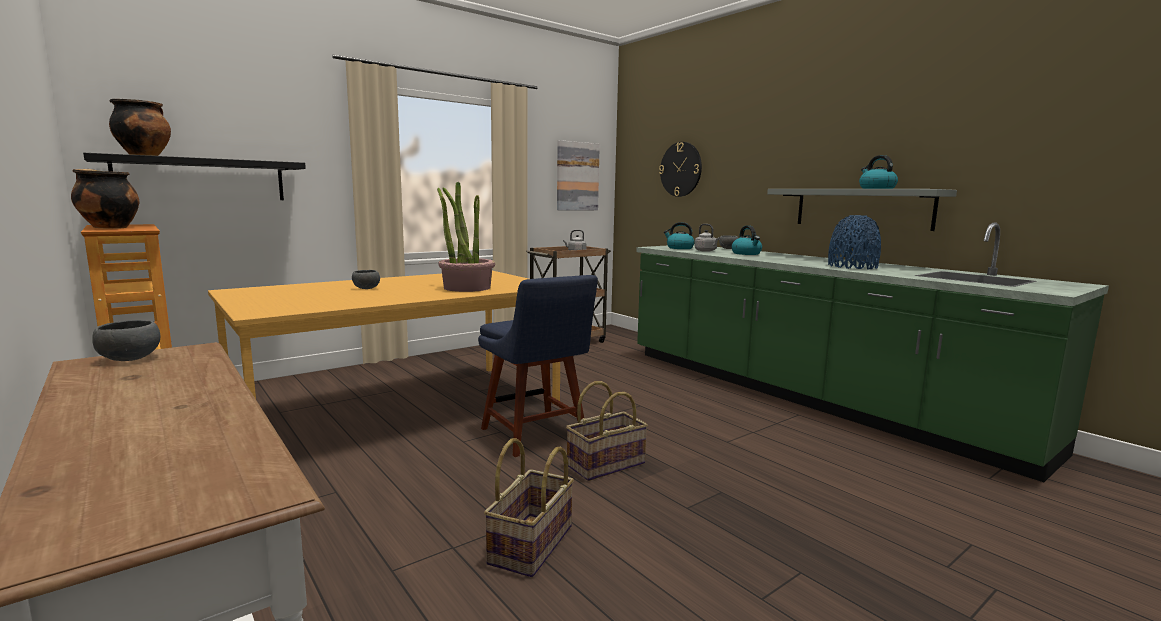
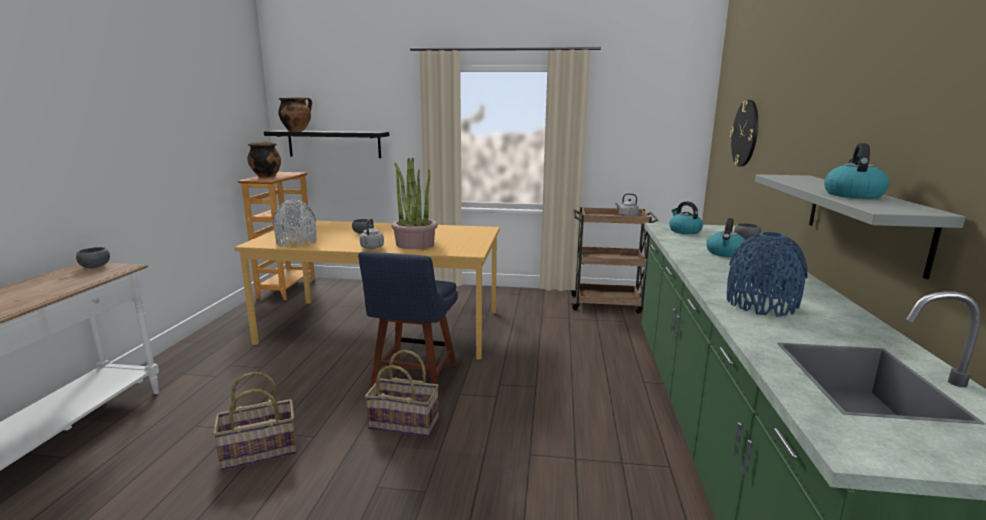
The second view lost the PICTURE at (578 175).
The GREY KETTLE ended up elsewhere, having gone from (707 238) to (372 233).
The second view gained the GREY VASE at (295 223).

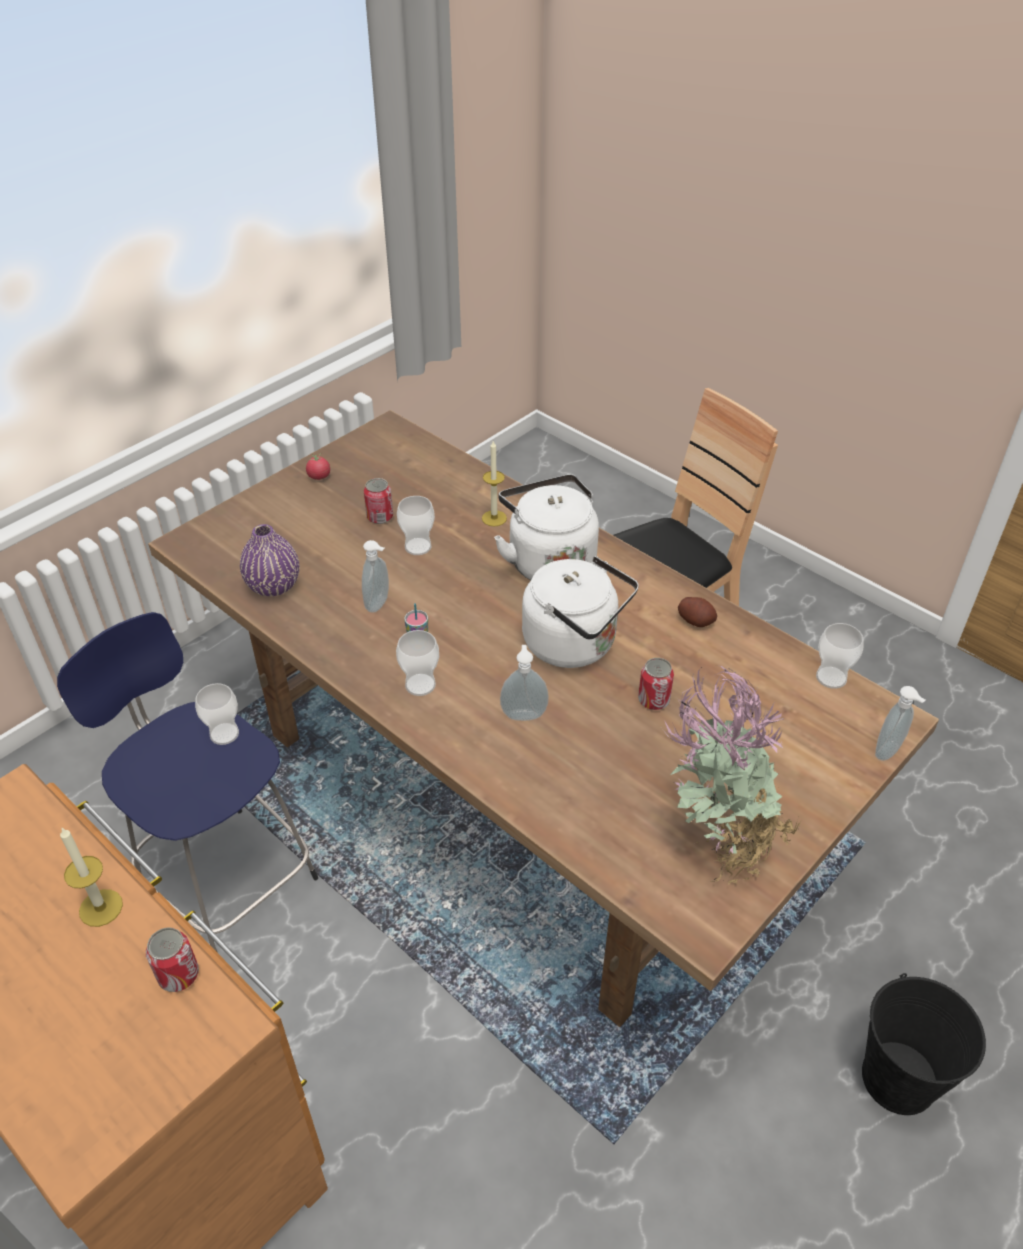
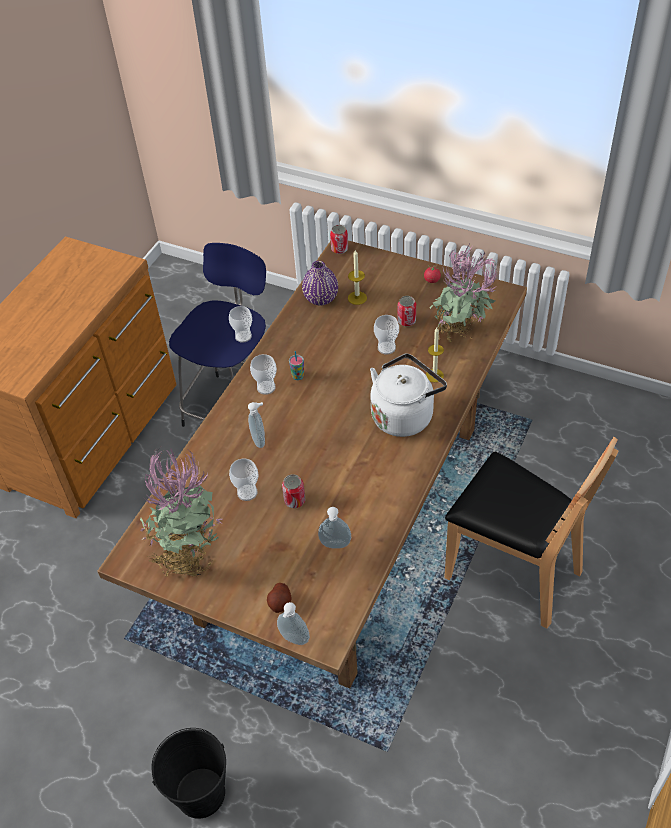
The SOAP DISPENSER ended up elsewhere, having gone from (375 576) to (334 528).
The second view lost the WHITE KETTLE at (580 612).
The POTATO ended up elsewhere, having gone from (697 612) to (279 598).
The CUP ended up elsewhere, having gone from (840 656) to (243 479).
The CANDLE ended up elsewhere, having gone from (91 877) to (357 277).
The CAN ended up elsewhere, having gone from (172 959) to (339 239).
The second view gained the POTTED PLANT at (464 293).

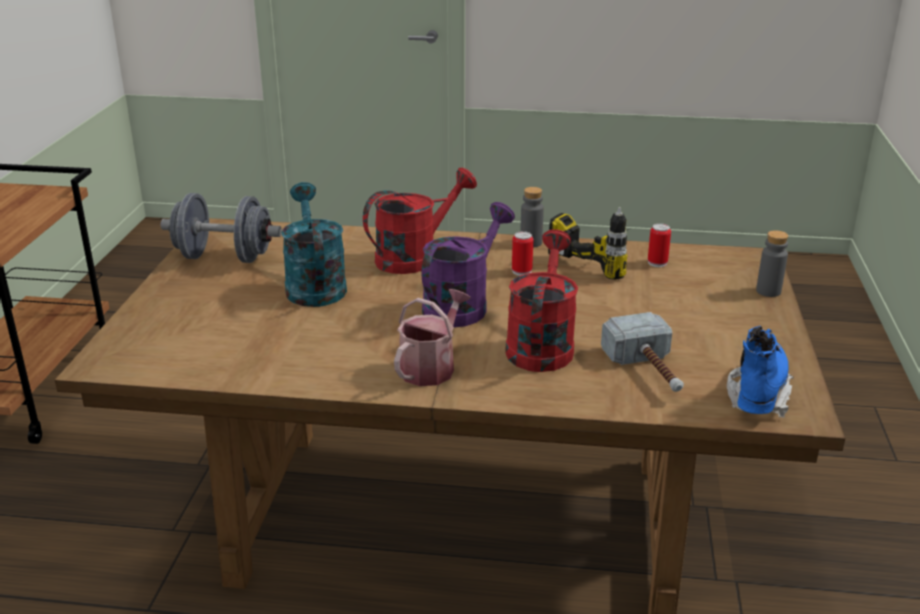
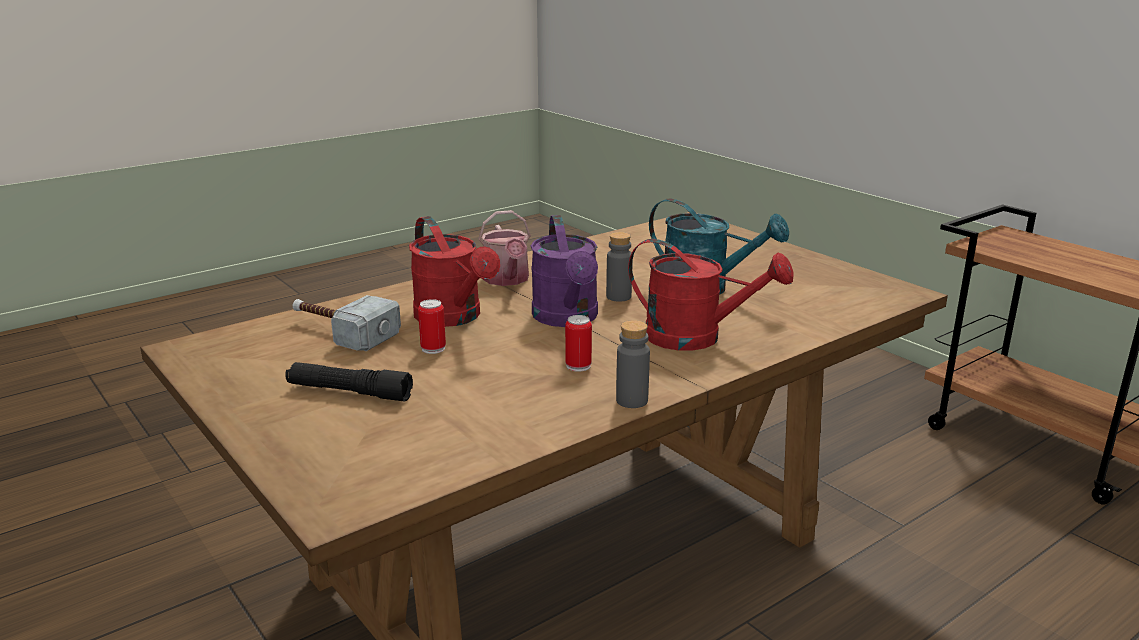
The RED WATERING CAN at (420 221) ended up facing another way, 75 degrees counterclockwise from before.
The second view lost the GREY DUMBBELL at (221 228).
The second view lost the POWER DRILL at (588 243).
The CAN ended up elsewhere, having gone from (659 245) to (432 326).
The GREY BOTTLE ended up elsewhere, having gone from (772 263) to (619 267).
The second view lost the BLUE BOOT at (760 372).
The second view gained the BLACK FLASHLIGHT at (349 381).

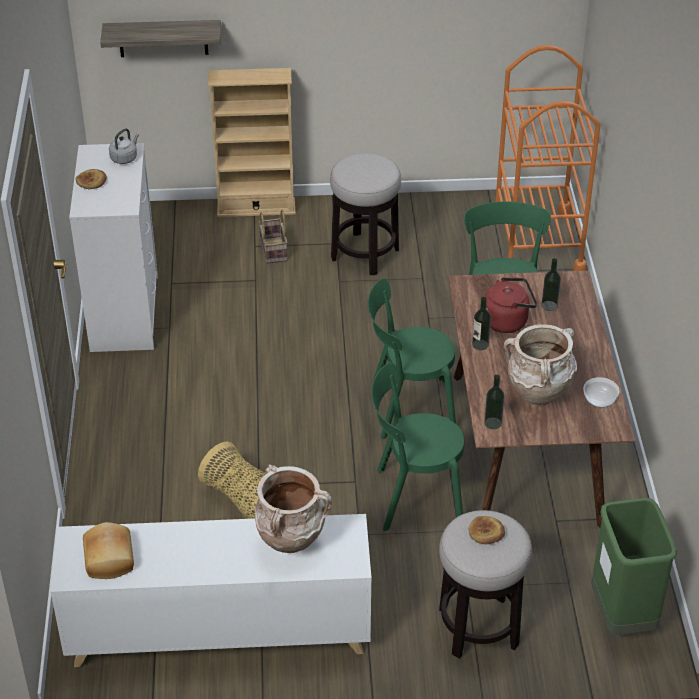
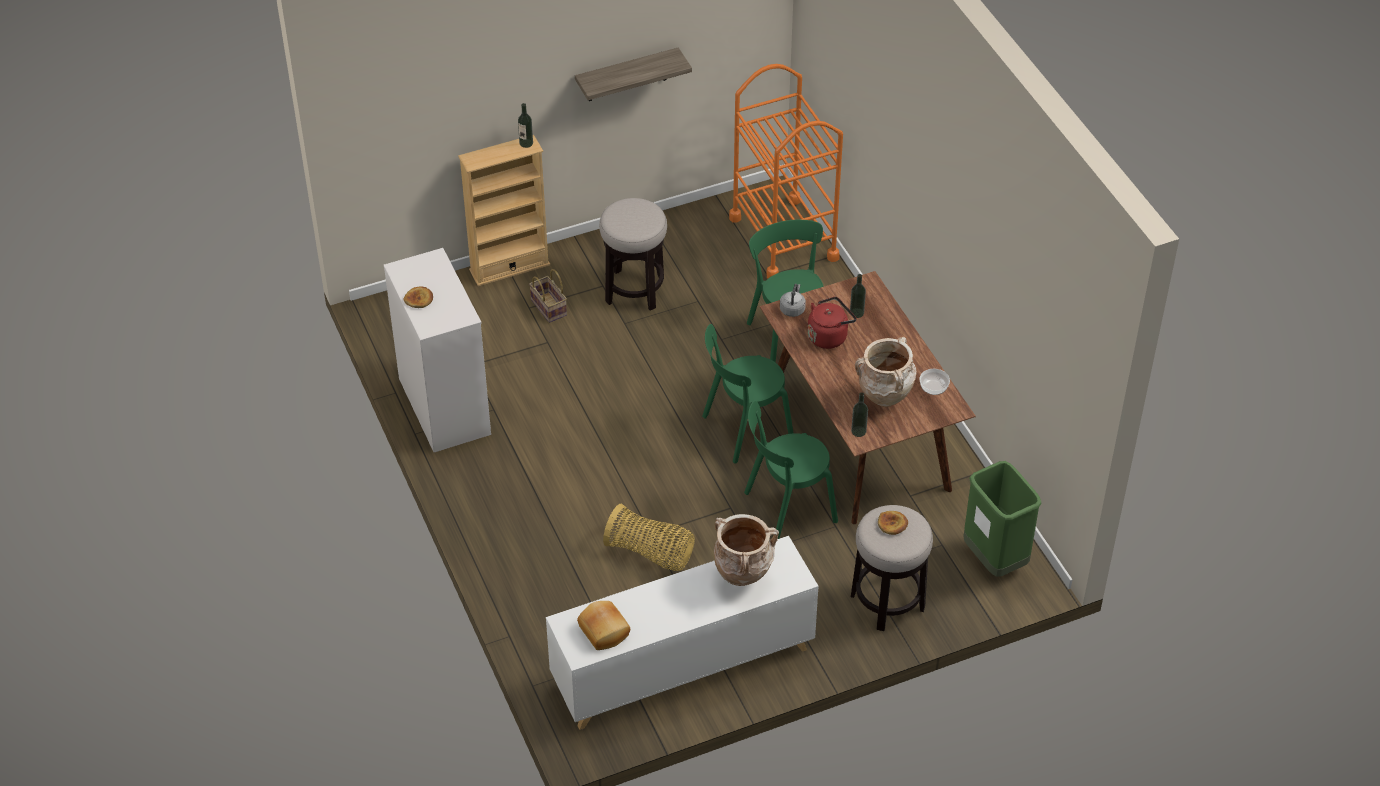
The SHELF ended up elsewhere, having gone from (160 38) to (633 74).
The GREY KETTLE ended up elsewhere, having gone from (124 146) to (793 300).
The BOTTLE ended up elsewhere, having gone from (481 323) to (525 125).

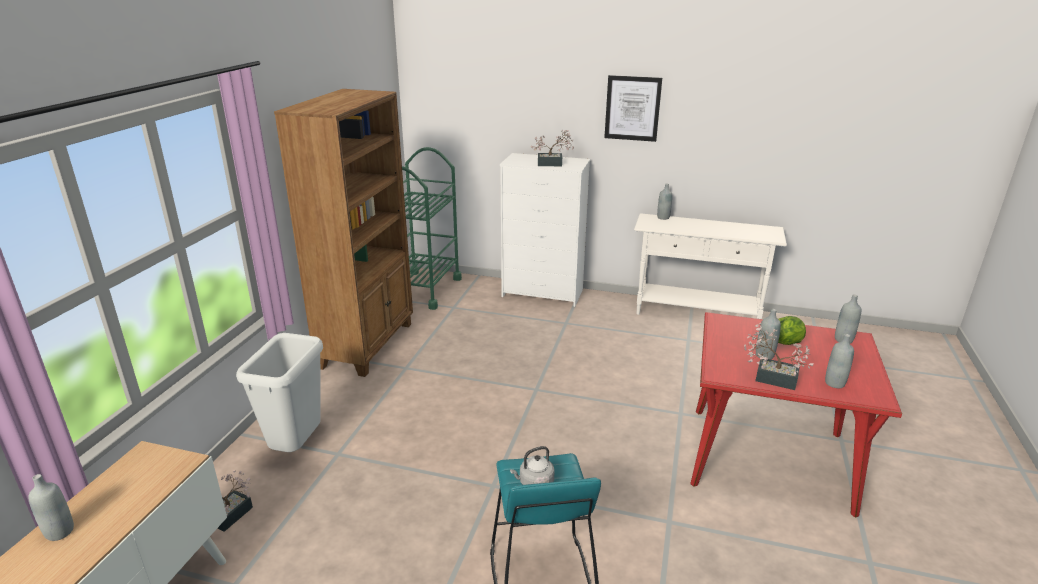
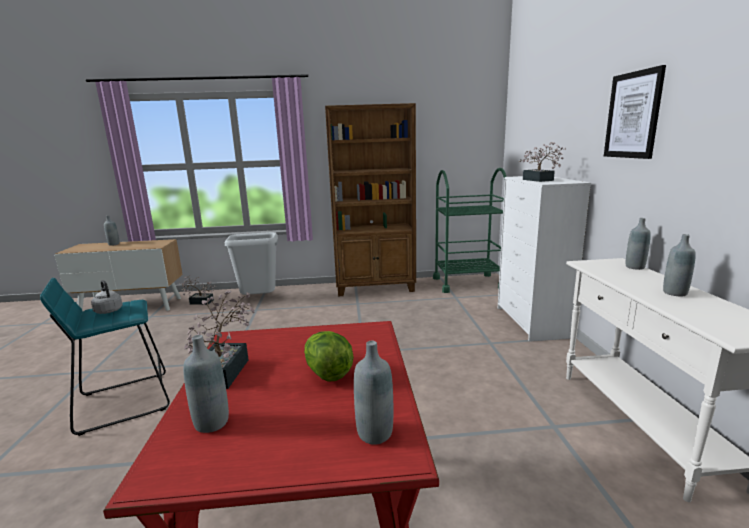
The GREY BOTTLE ended up elsewhere, having gone from (768 334) to (679 265).

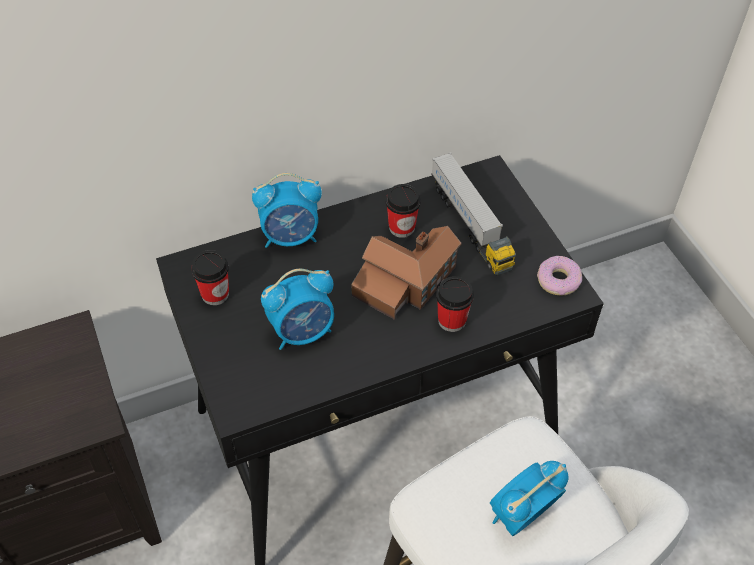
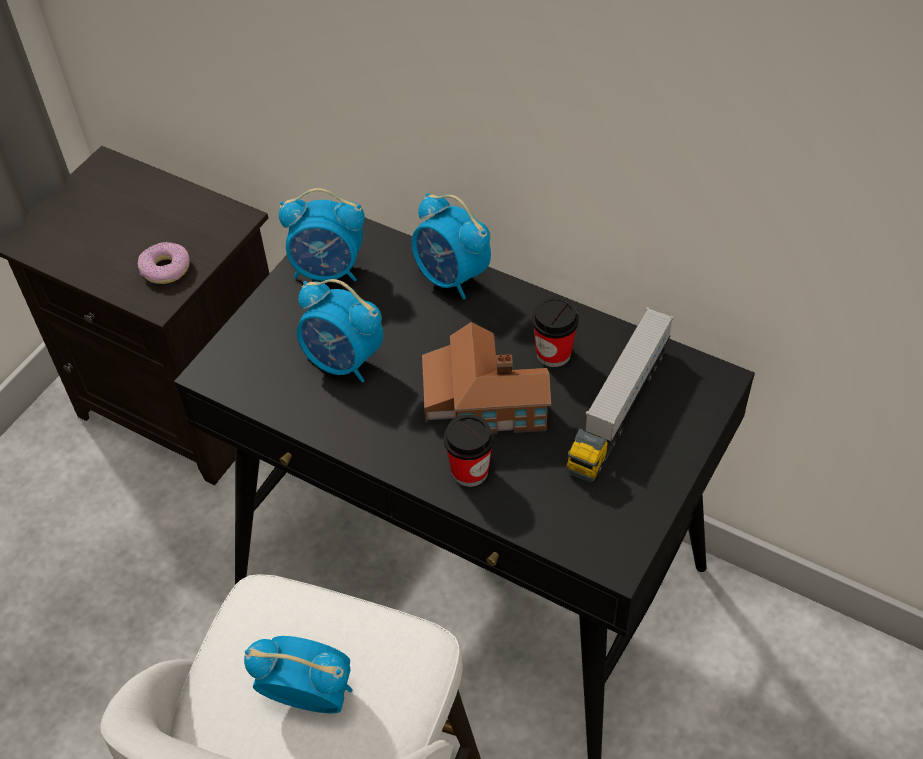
Where the CUP stood at (210 277), the ALARM CLOCK came to stand at (322 234).
The DONUT ended up elsewhere, having gone from (559 276) to (164 263).

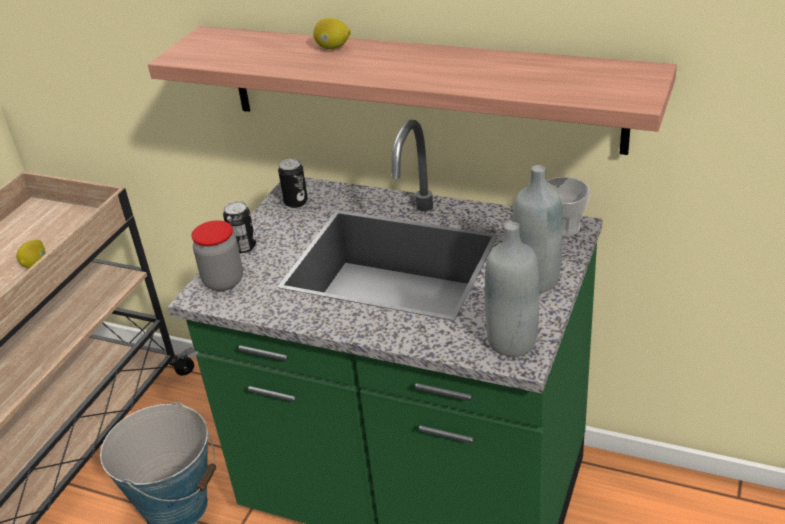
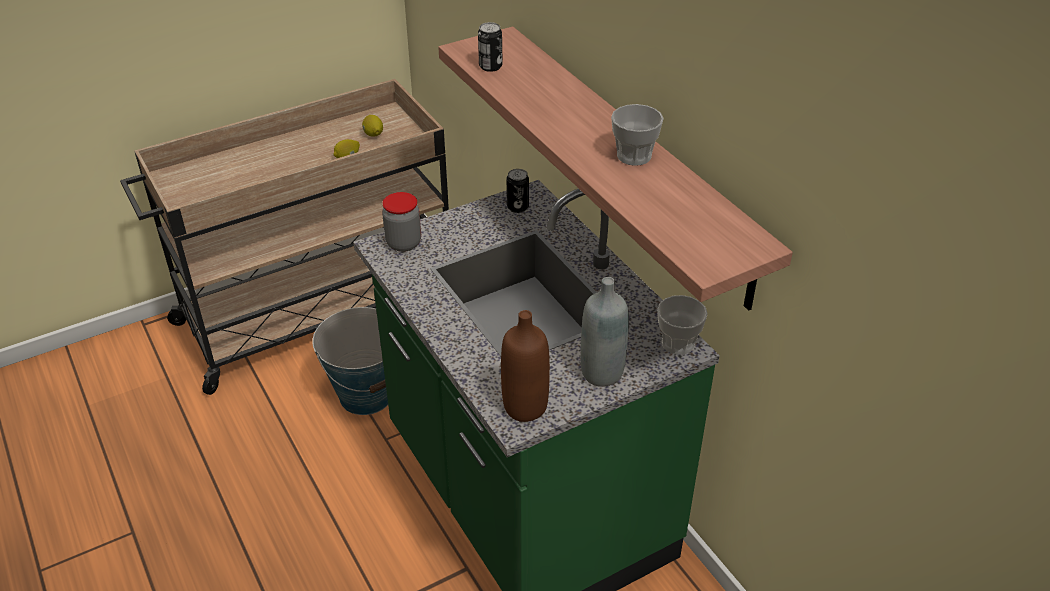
The LEMON ended up elsewhere, having gone from (332 33) to (372 126).
The CAN ended up elsewhere, having gone from (239 227) to (490 47).
What was the GREY BOTTLE at (512 289) turned into the BROWN BOTTLE at (525 366).
The second view gained the CUP at (637 135).

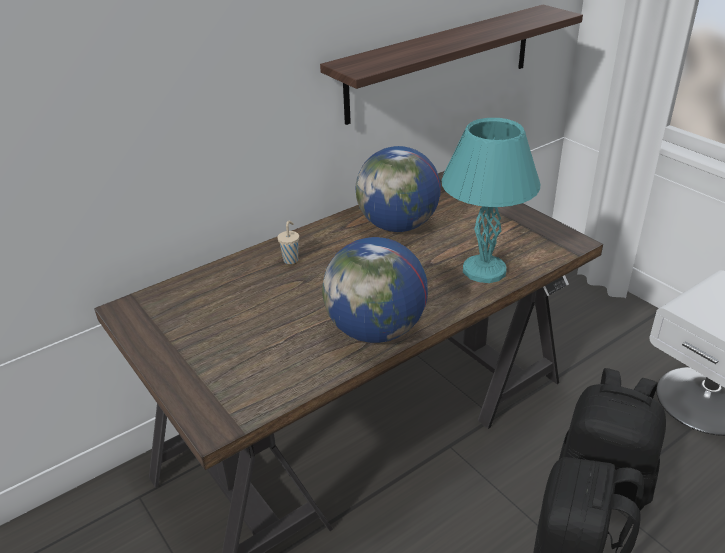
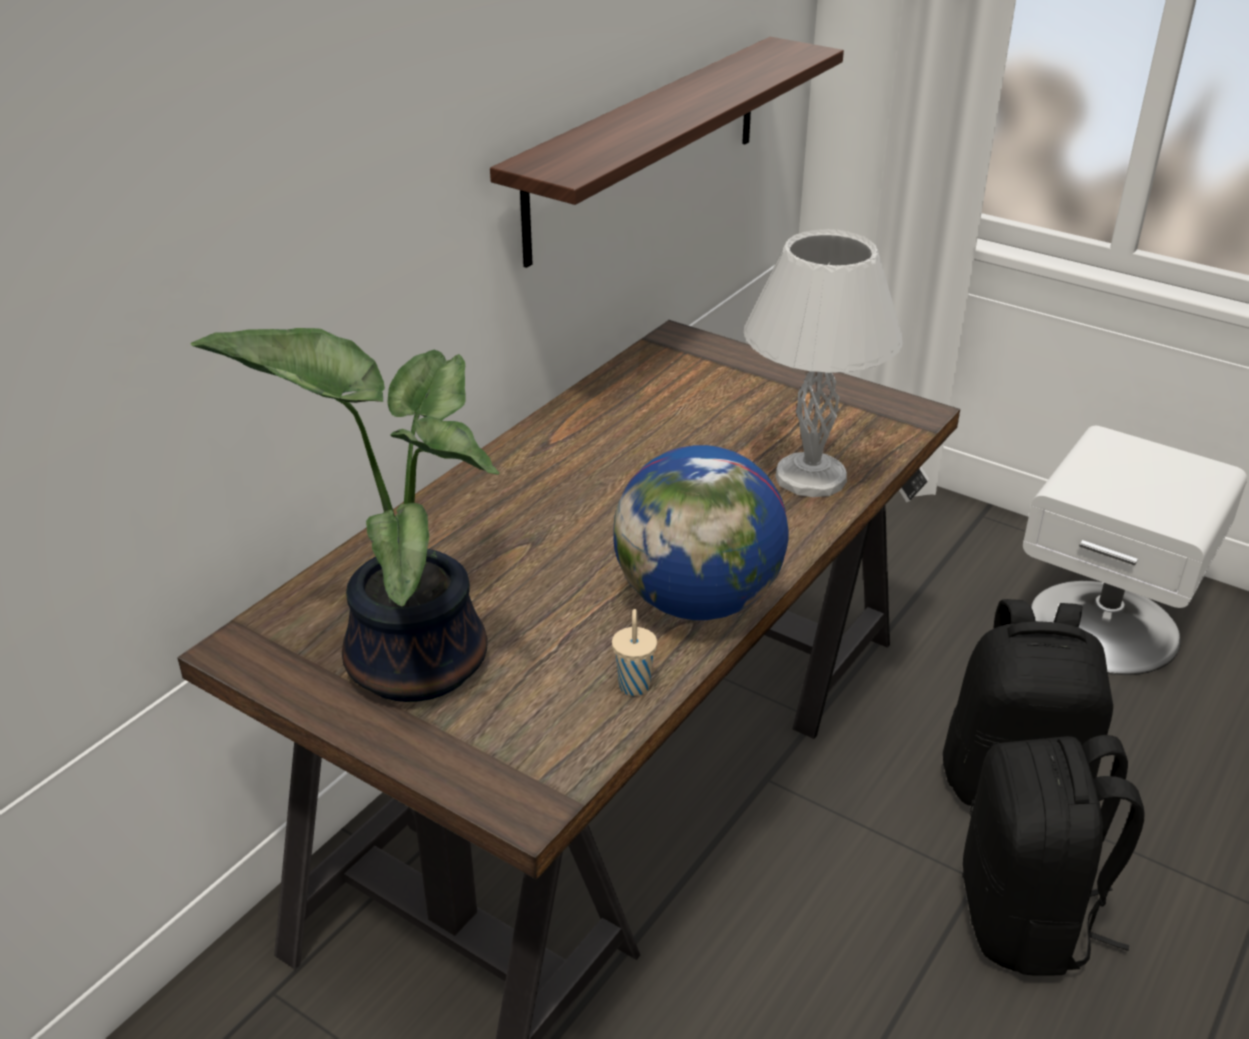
What was the TURQUOISE TABLE LAMP at (491 200) turned into the WHITE TABLE LAMP at (823 363).
The second view lost the GLOBE at (398 189).
The BEIGE CUP ended up elsewhere, having gone from (288 242) to (634 652).
The second view gained the POTTED PLANT at (344 515).

